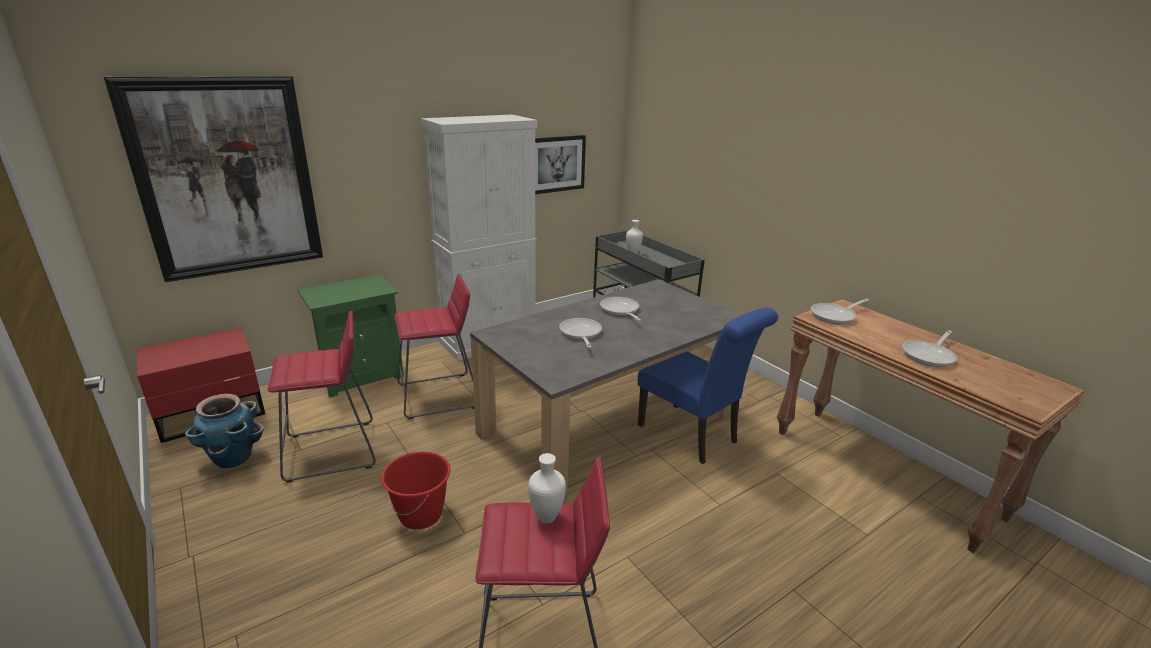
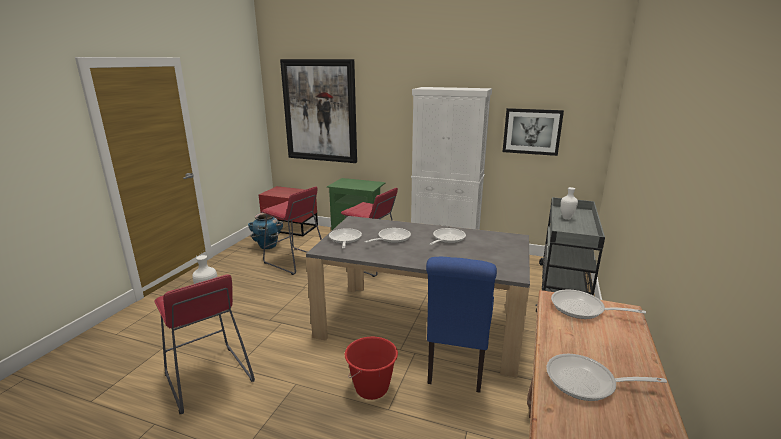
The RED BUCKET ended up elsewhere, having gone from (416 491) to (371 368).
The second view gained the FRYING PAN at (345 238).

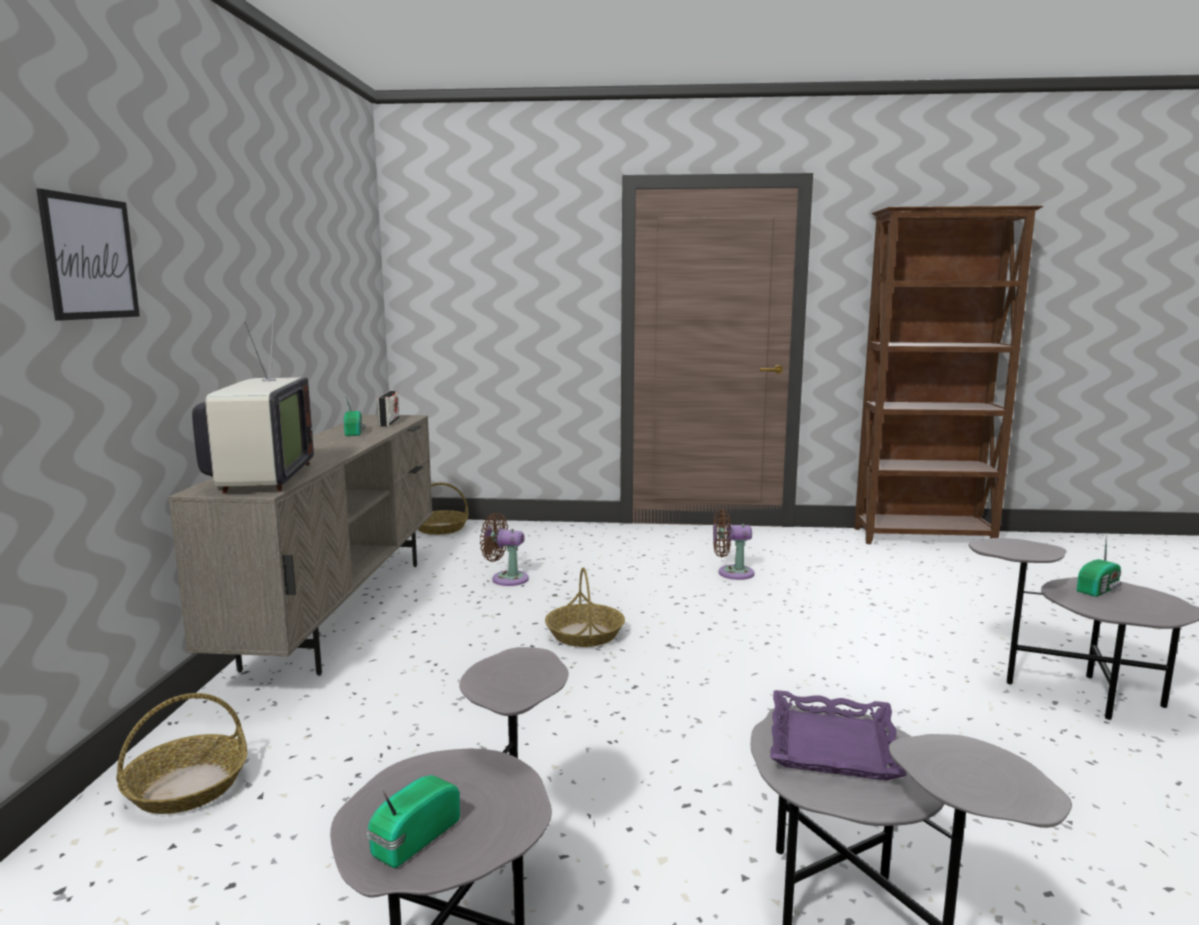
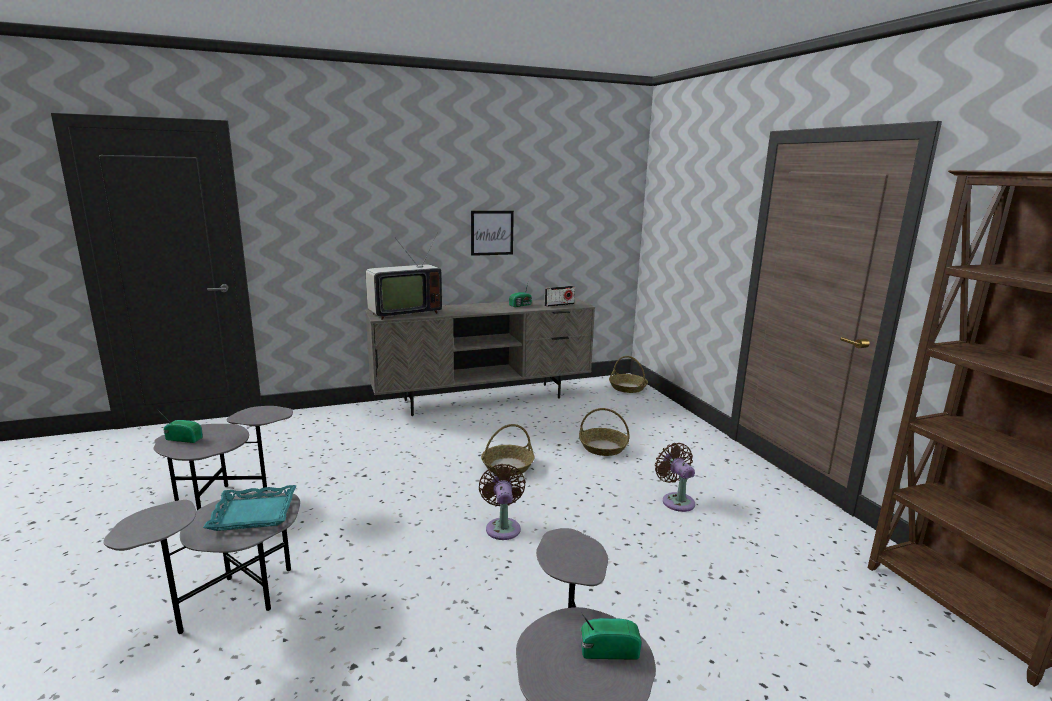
The PICTURE ended up elsewhere, having gone from (88 255) to (492 233).
The BROWN FAN ended up elsewhere, having gone from (504 549) to (502 502).
The RADIO at (1099 565) ended up facing another way, 150 degrees clockwise from before.
What was the PURPLE TRAY at (838 735) turned into the TURQUOISE TRAY at (250 508).
The BASKET ended up elsewhere, having gone from (181 753) to (604 432).

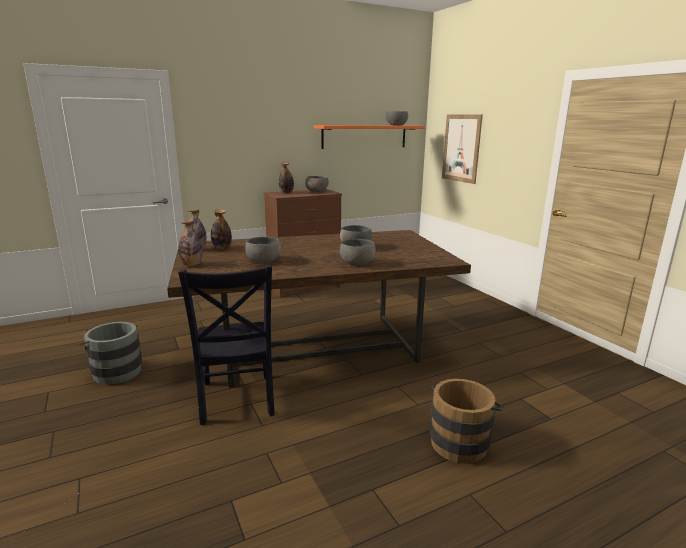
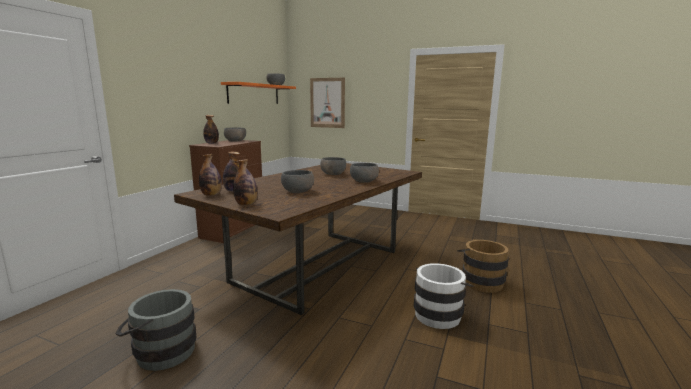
The second view lost the BLACK CHAIR at (226 345).
The second view gained the WHITE BUCKET at (444 296).

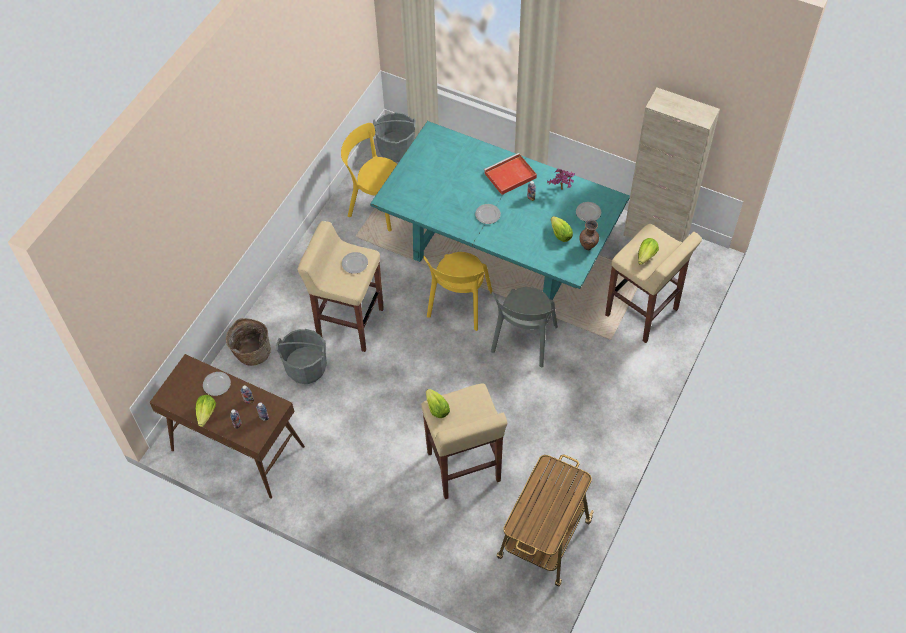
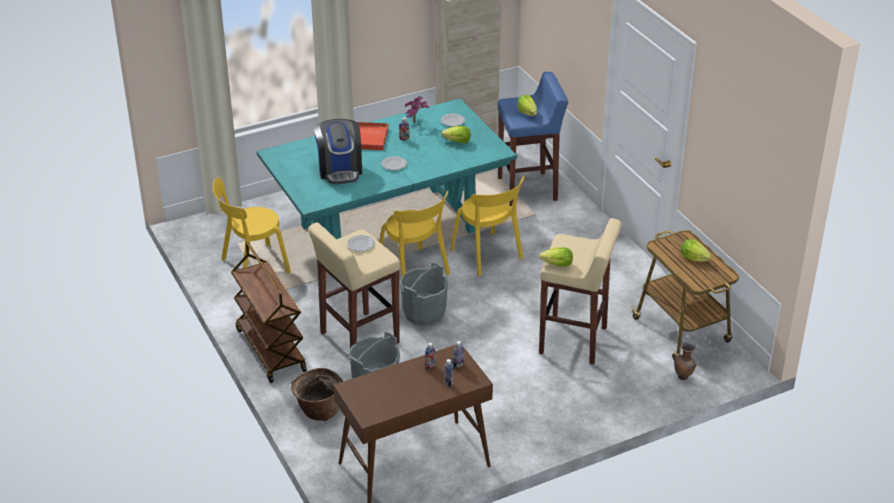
The GREY BUCKET ended up elsewhere, having gone from (394 137) to (424 294).
The BROWN VASE ended up elsewhere, having gone from (589 235) to (685 361).
What was the BEIGE STOOL at (653 283) turned into the BLUE STOOL at (533 139).
What was the GREY CHAIR at (524 327) turned into the YELLOW CHAIR at (487 225).
The second view lost the PLATE at (217 384).
The LETTUCE ended up elsewhere, having gone from (205 411) to (696 250).
The second view gained the COFFEE MACHINE at (338 151).
The second view gained the BROWN CART at (269 312).

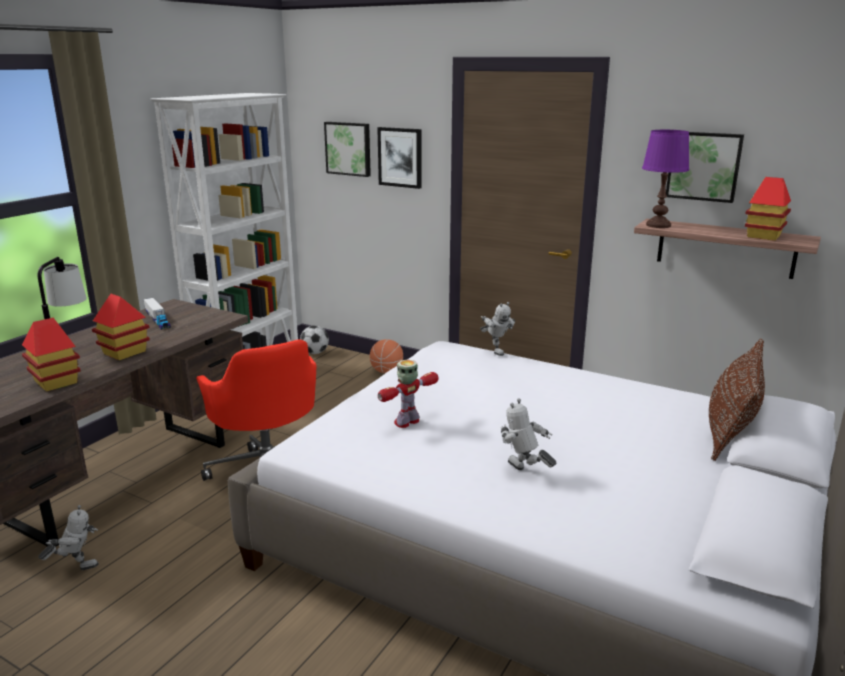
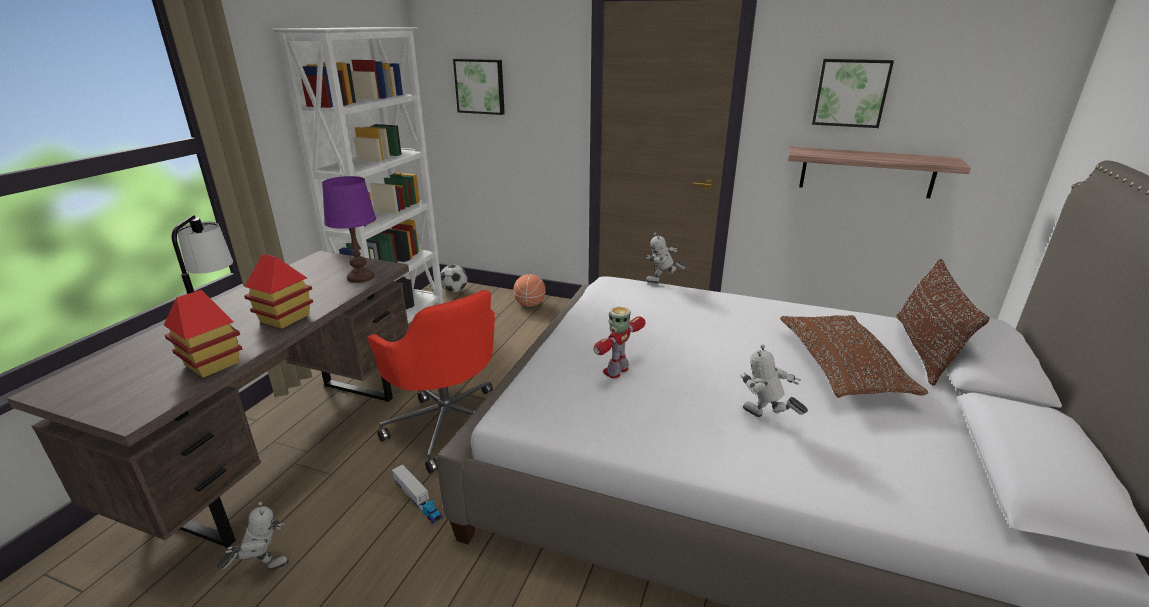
The second view lost the PICTURE at (399 158).
The PURPLE TABLE LAMP ended up elsewhere, having gone from (665 179) to (349 229).
The second view lost the TOY HOUSE at (768 209).
The TOY TRUCK ended up elsewhere, having gone from (157 314) to (417 494).
The TOY ROBOT at (497 329) ended up facing another way, 120 degrees clockwise from before.
The second view gained the BROWN PILLOW at (854 356).

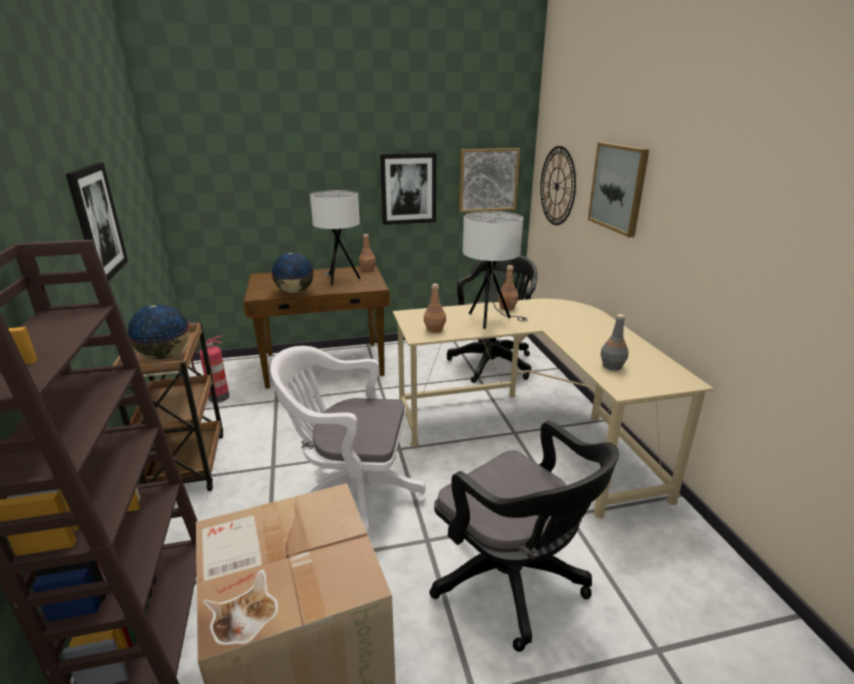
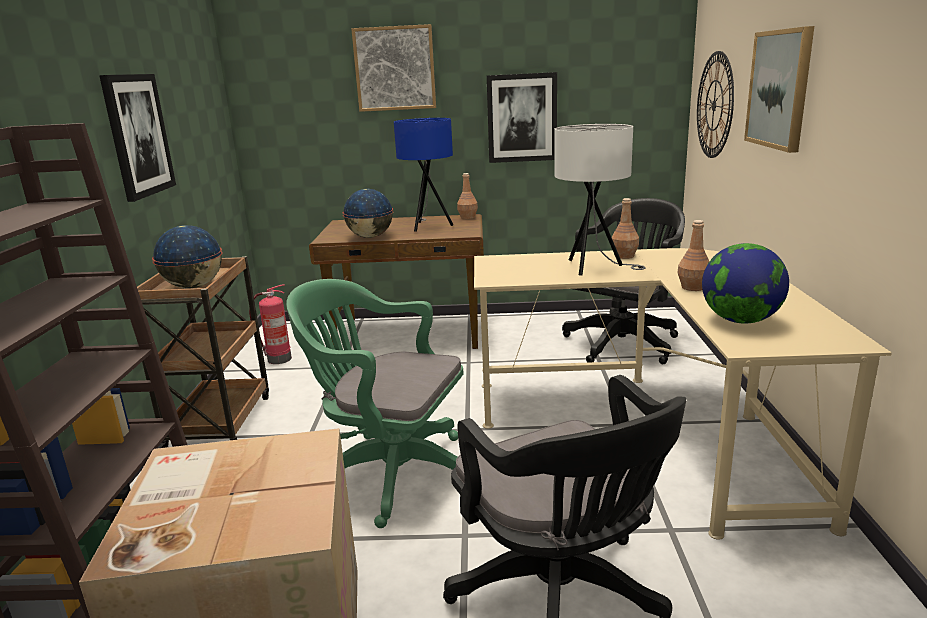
The PICTURE ended up elsewhere, having gone from (489 180) to (393 68).
What was the WHITE TABLE LAMP at (335 238) turned into the BLUE TABLE LAMP at (424 175).
The BROWN BOTTLE ended up elsewhere, having gone from (435 308) to (693 255).
Where the GREY BOTTLE stood at (615 342), the GLOBE came to stand at (745 283).
What was the WHITE OFFICE CHAIR at (348 440) turned into the GREEN OFFICE CHAIR at (375 403).

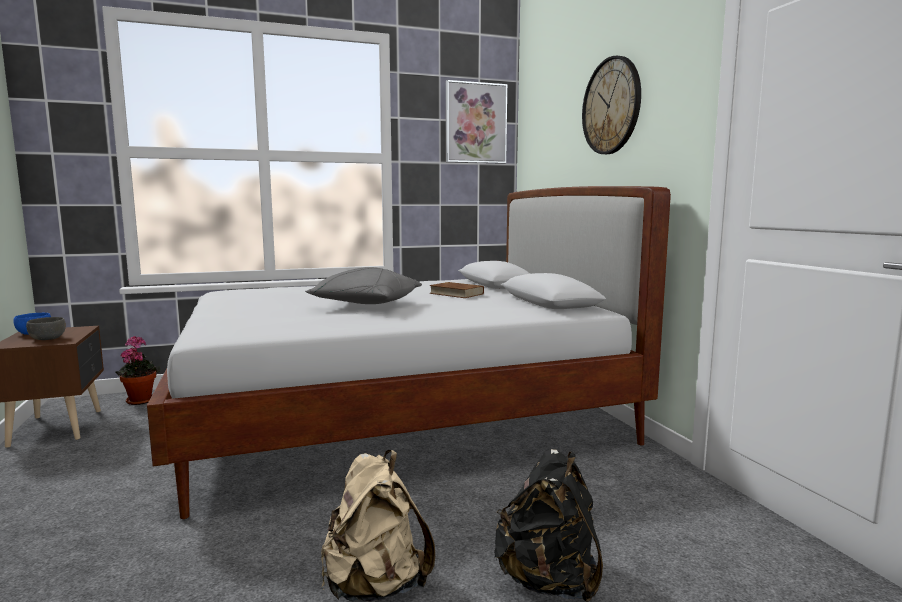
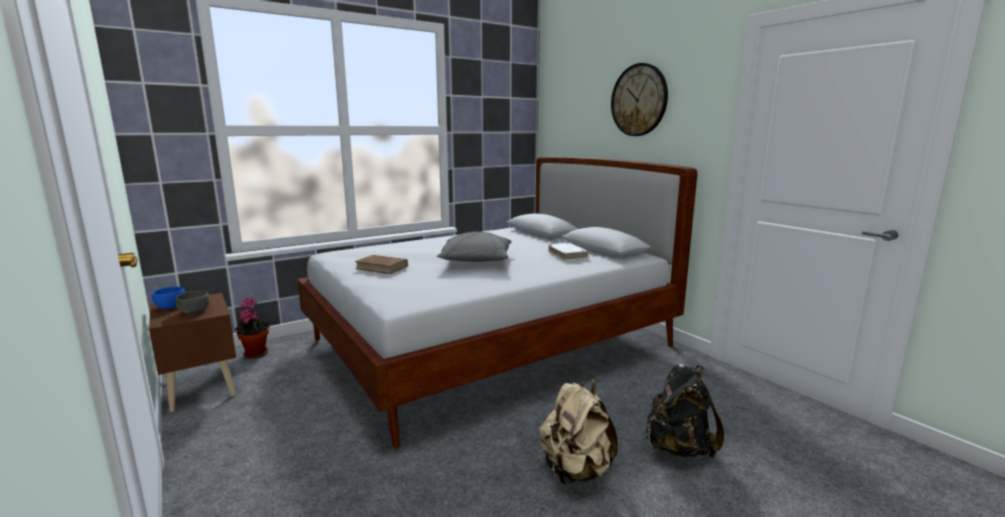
The second view lost the PICTURE at (477 122).
The BROWN BOOK ended up elsewhere, having gone from (456 290) to (381 264).
The second view gained the WHITE BOOK at (567 252).

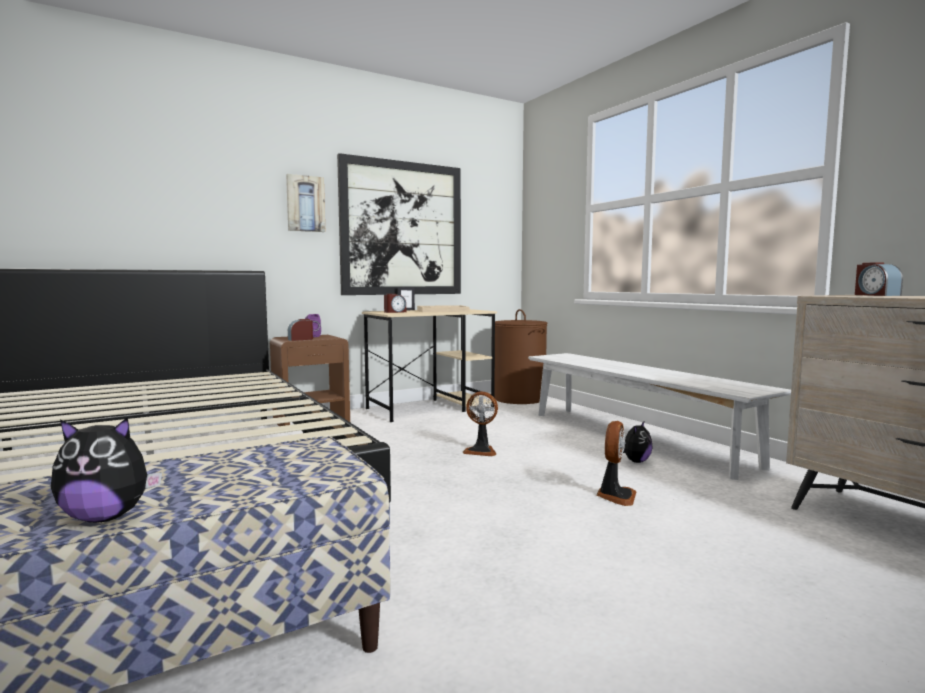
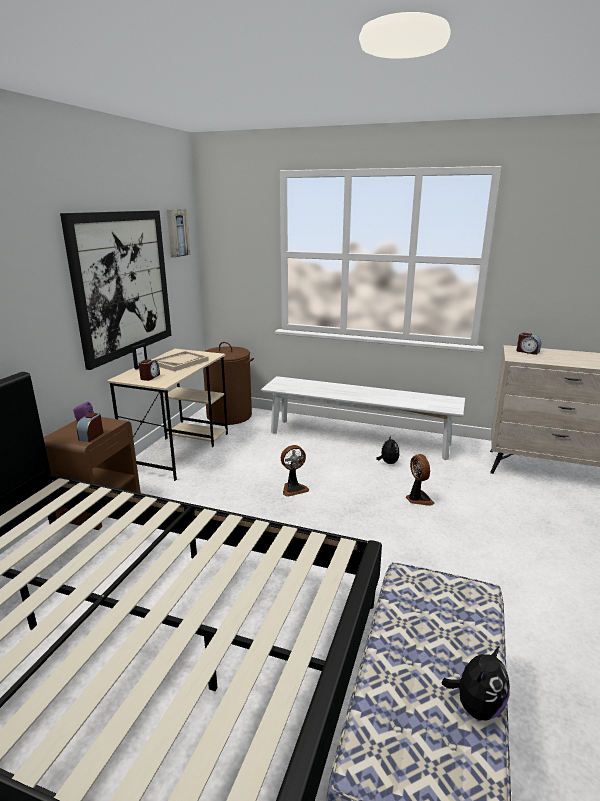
The PICTURE ended up elsewhere, having gone from (305 203) to (178 233).

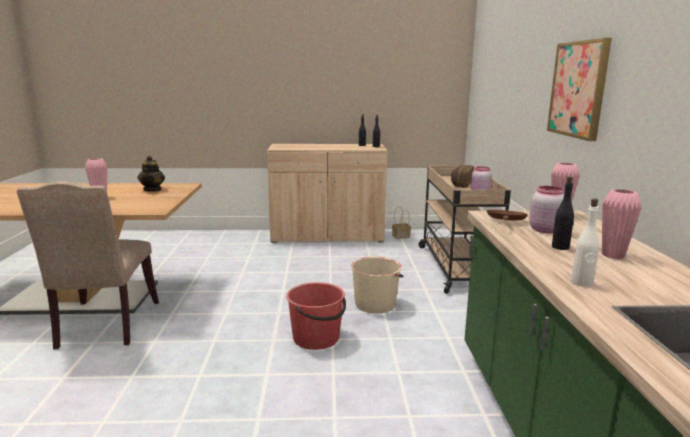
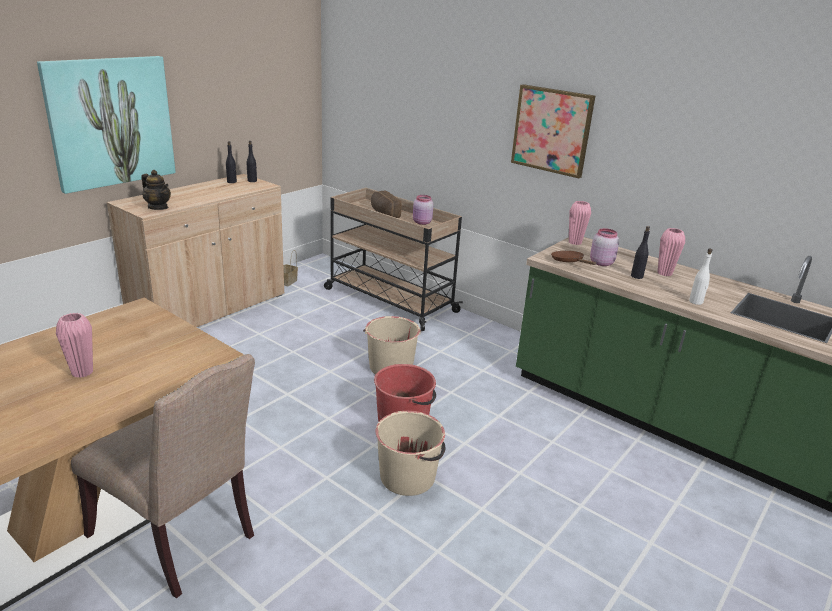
The TEAPOT ended up elsewhere, having gone from (151 174) to (156 190).
The second view gained the PICTURE at (106 125).
The second view gained the BEIGE BUCKET at (410 453).

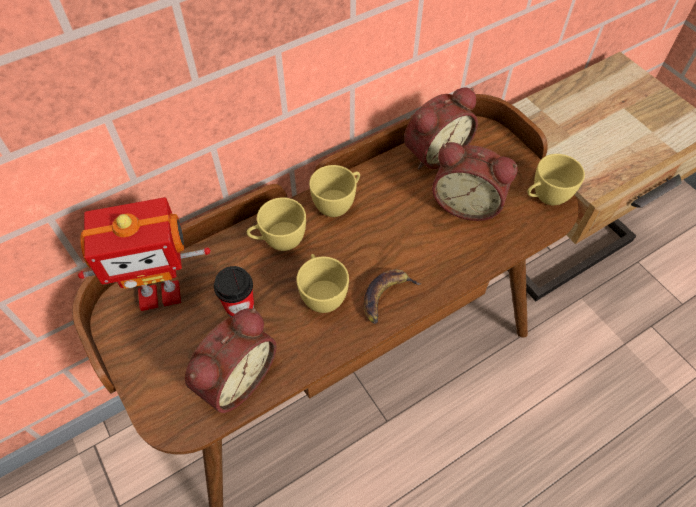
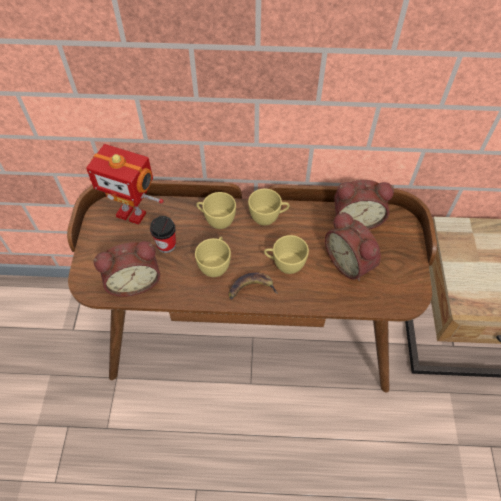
The YELLOW CUP ended up elsewhere, having gone from (556 179) to (286 254).

